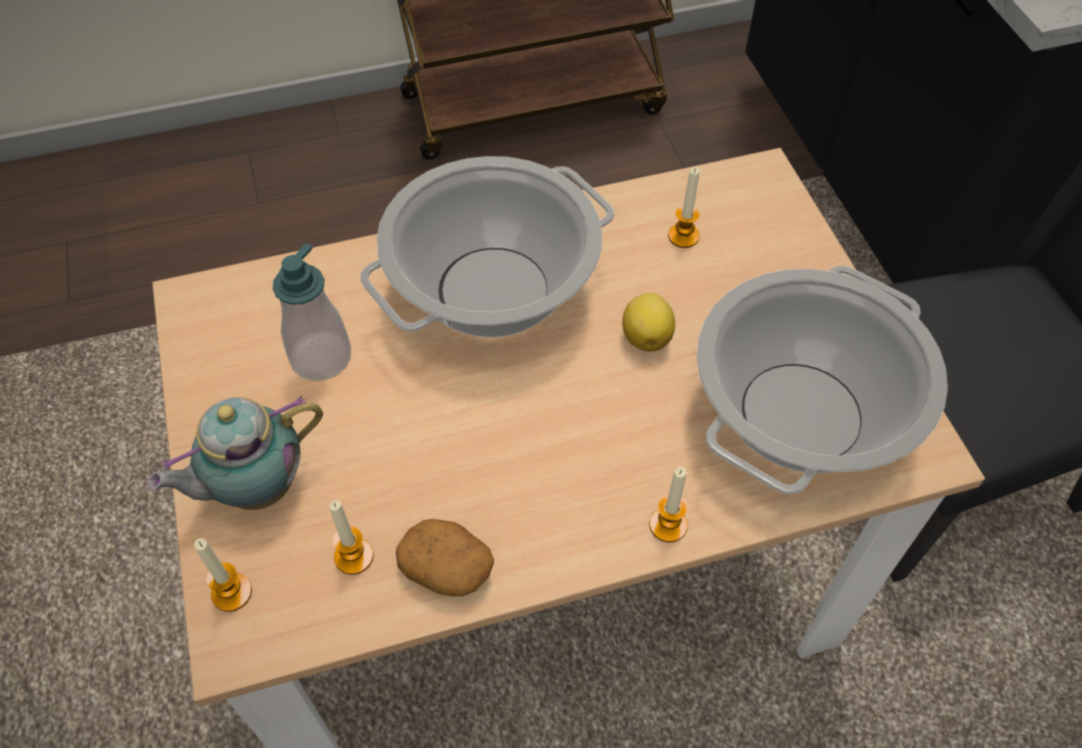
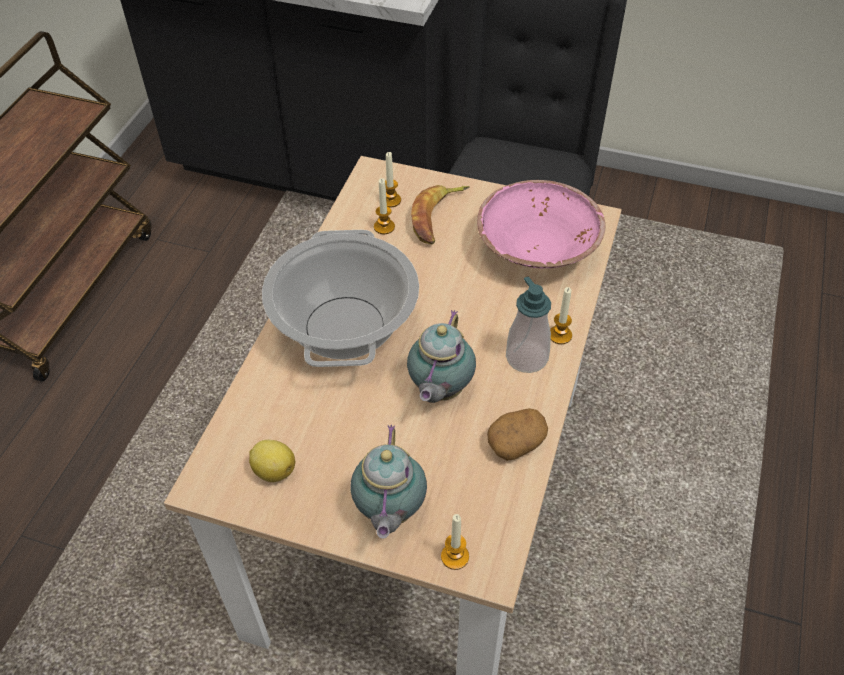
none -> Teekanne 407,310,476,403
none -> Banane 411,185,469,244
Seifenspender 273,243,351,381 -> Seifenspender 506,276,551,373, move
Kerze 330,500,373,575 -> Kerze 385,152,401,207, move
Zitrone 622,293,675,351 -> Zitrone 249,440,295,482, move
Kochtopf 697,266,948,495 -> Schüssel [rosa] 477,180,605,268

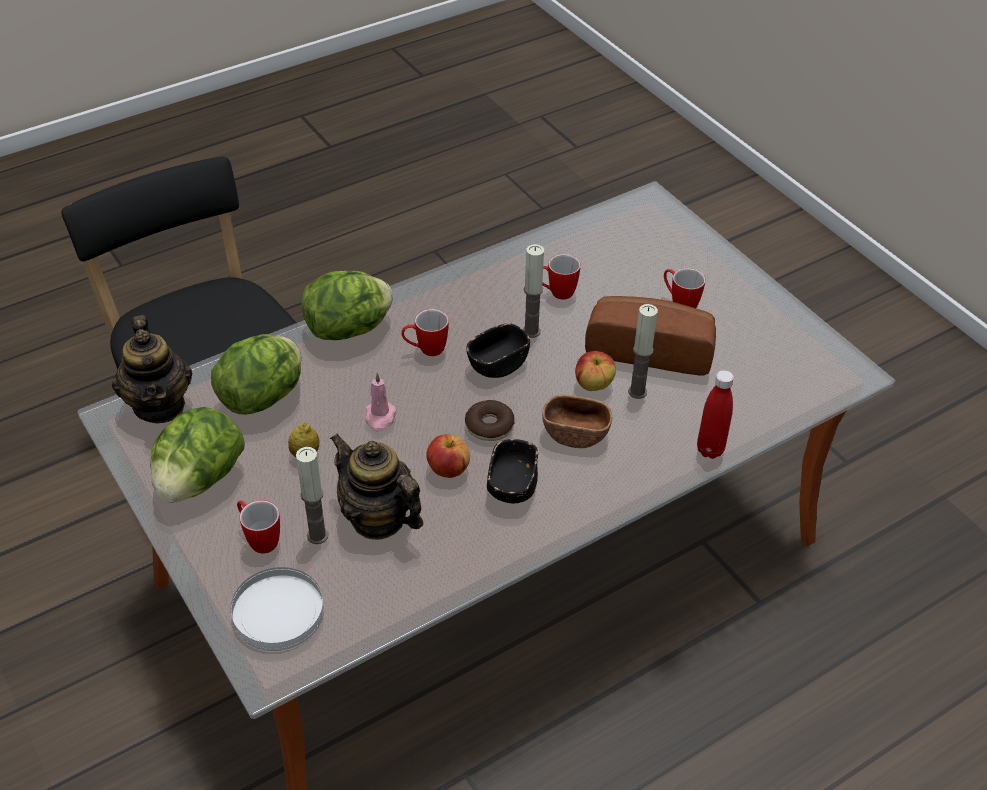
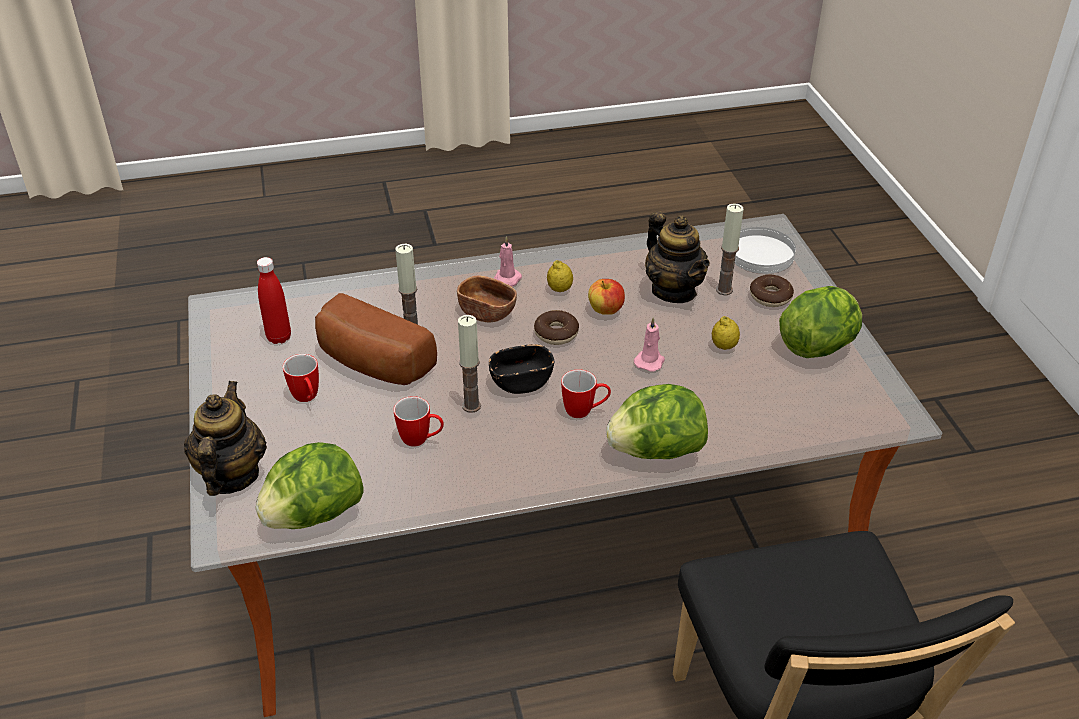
Apfel 575,351,616,391 -> none
none -> Kerze [rosa] 494,236,522,287
Teekanne 112,315,192,423 -> Teekanne 184,381,267,496, move
Salatkopf 211,334,301,415 -> Salatkopf 256,442,363,529, move
Flasche [rot] 697,370,734,459 -> Flasche [rot] 257,257,291,344, move
Henkelbecher 237,500,280,554 -> Donut 750,275,794,307
Schüssel [schwarz] 487,439,538,503 -> Zitrone 547,260,573,292

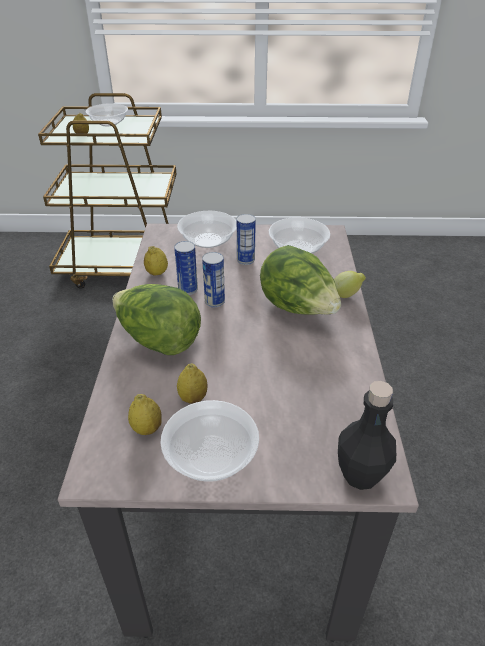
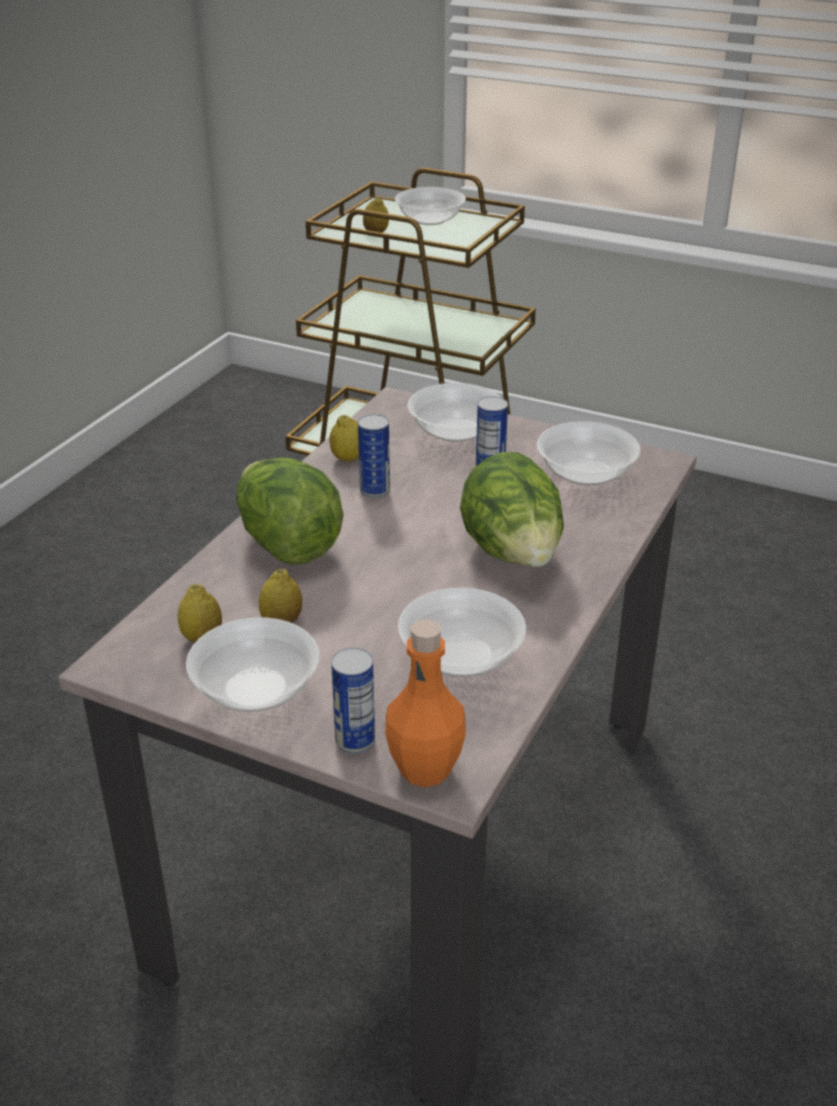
Zitrone 334,271,366,298 -> none
none -> Schüssel 398,588,526,677
Dose 202,252,225,308 -> Dose 331,648,375,754, move
Flasche [schwarz] 338,381,396,490 -> Flasche [orange] 385,619,466,787

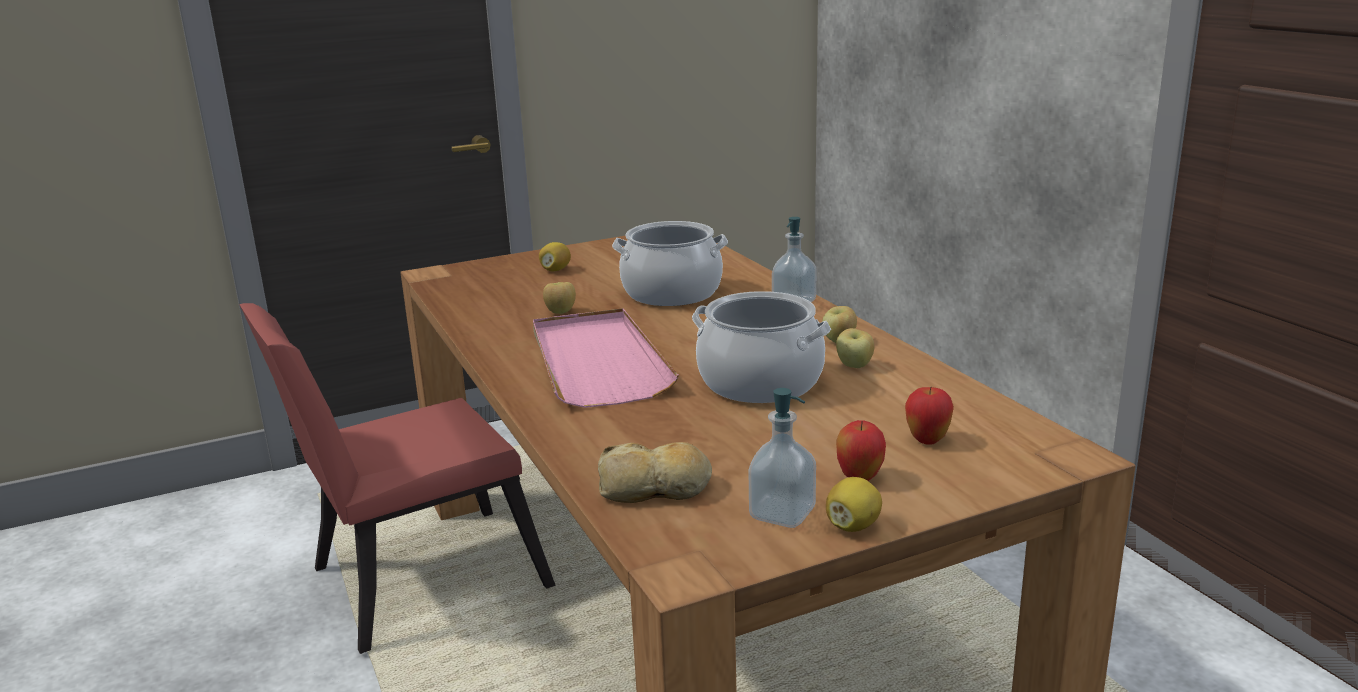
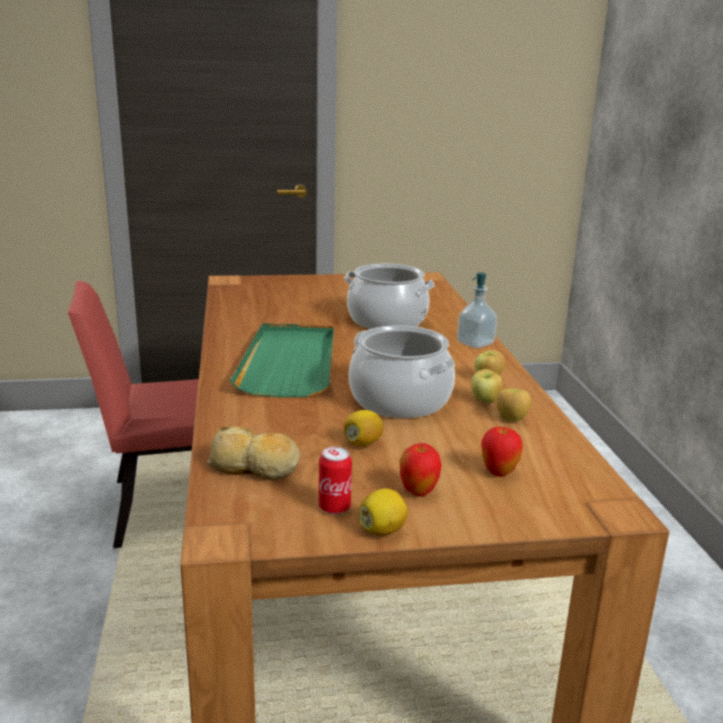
Zitrone 539,242,571,271 -> Zitrone 344,410,384,446, move
Apfel 543,282,576,314 -> Apfel 497,389,531,422, move
Seifenspender 748,388,816,528 -> Dose 319,447,352,514
Tablett [rosa] 533,308,679,408 -> Tablett [grün] 230,323,334,397

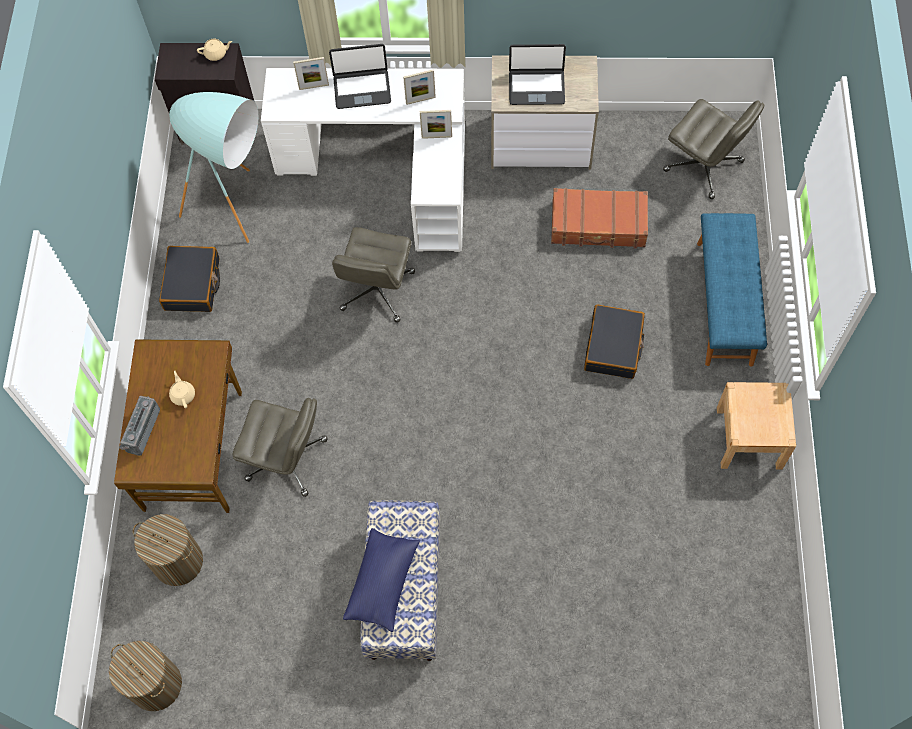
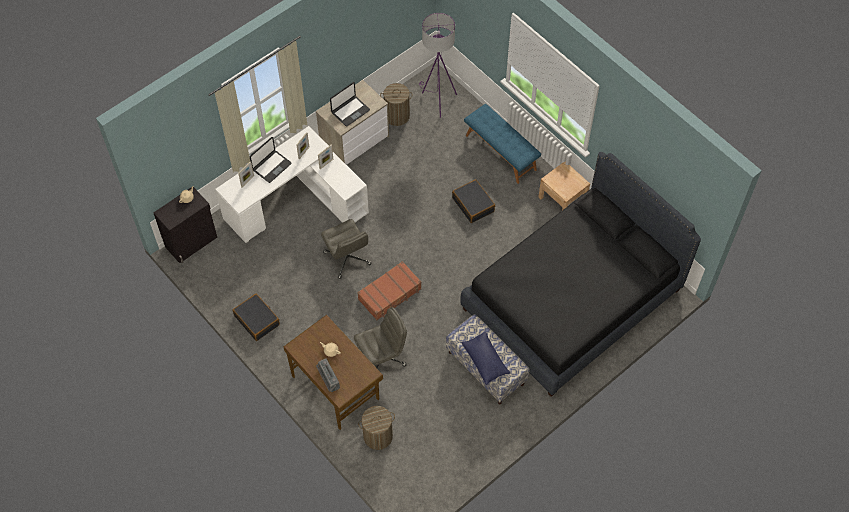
Stehlampe [türkis] 169,92,258,243 -> none
none -> Bett [schwarz] 460,152,701,397
Wäschekorb 109,641,182,711 -> Wäschekorb 380,83,413,126, move
Koffer [braun] 551,188,648,249 -> Koffer [braun] 357,261,422,320, move
Bürostuhl [grau] 663,99,764,199 -> Stehlampe [lila] 419,13,457,118

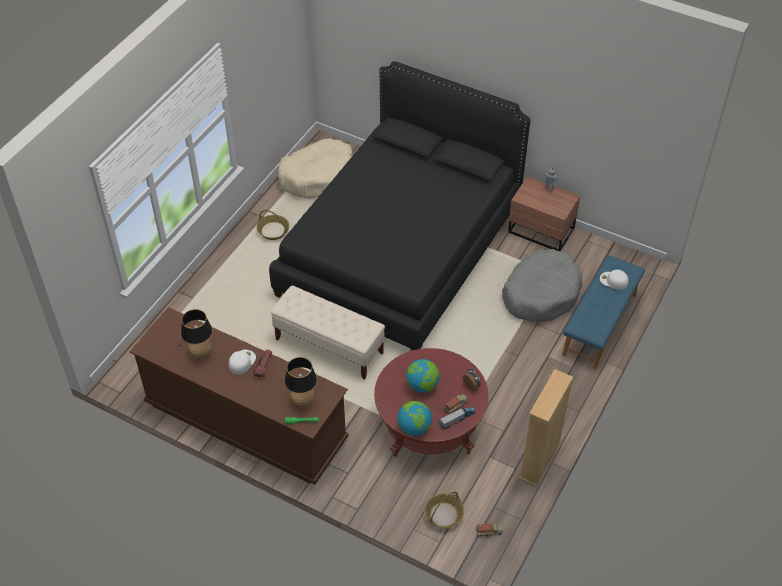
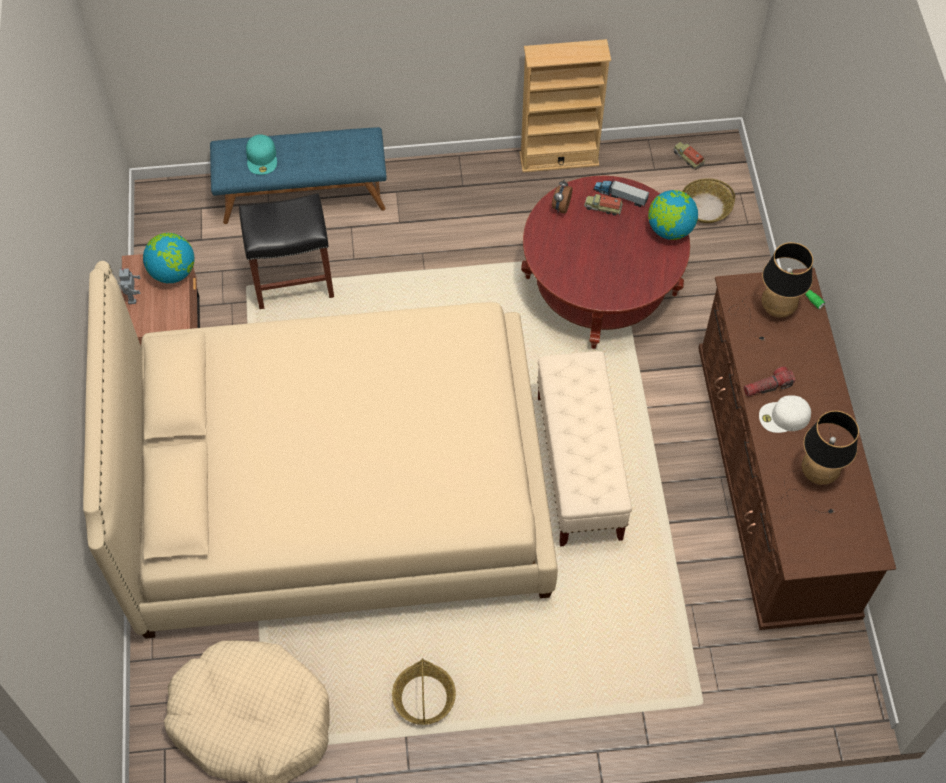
Globus 406,359,440,393 -> Globus 143,233,194,283, move
Hundebett [grau] 502,249,583,322 -> Hocker [schwarz] 239,193,334,309
Bett [schwarz] 269,61,531,351 -> Bett [beige] 83,261,558,639
Kappe [weiß] 600,270,629,290 -> Kappe [türkis] 246,134,277,175

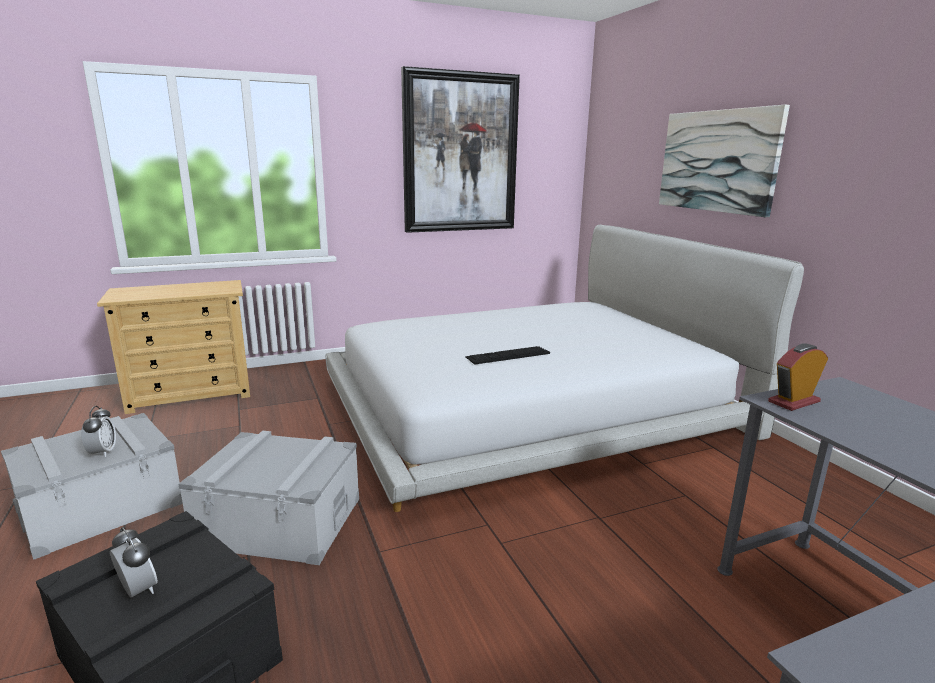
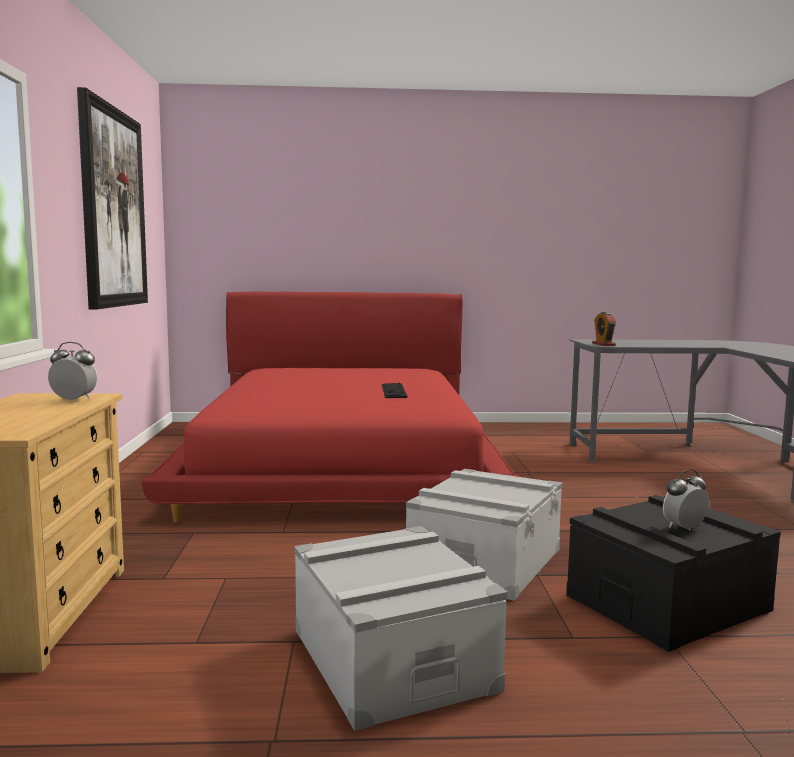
Bild 659,105,790,217 -> none
Wecker 81,406,116,457 -> Wecker 48,342,98,401, move
Bett [weiß] 325,225,804,512 -> Bett [rot] 142,292,520,523

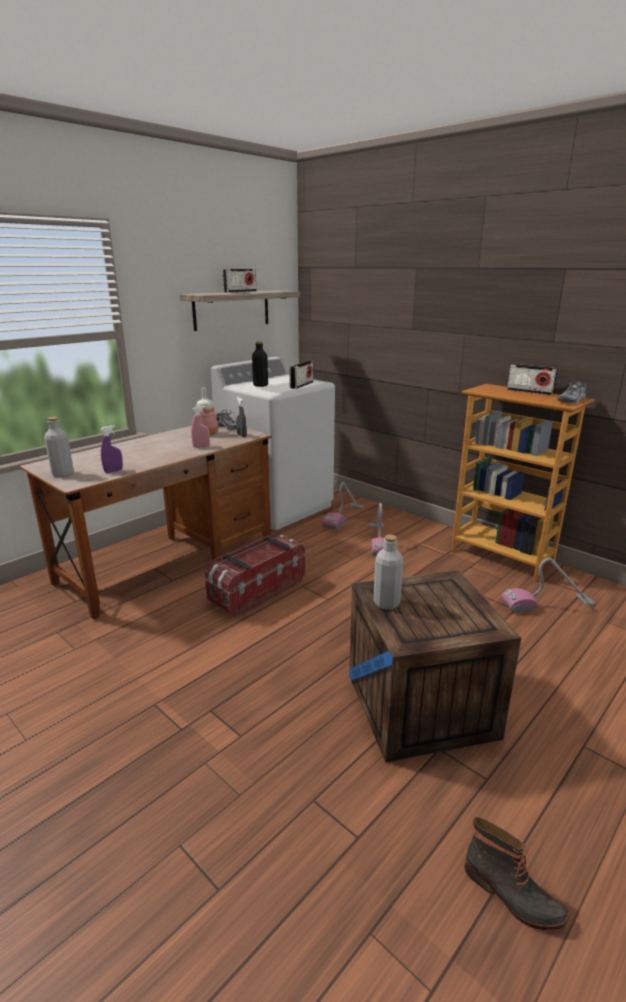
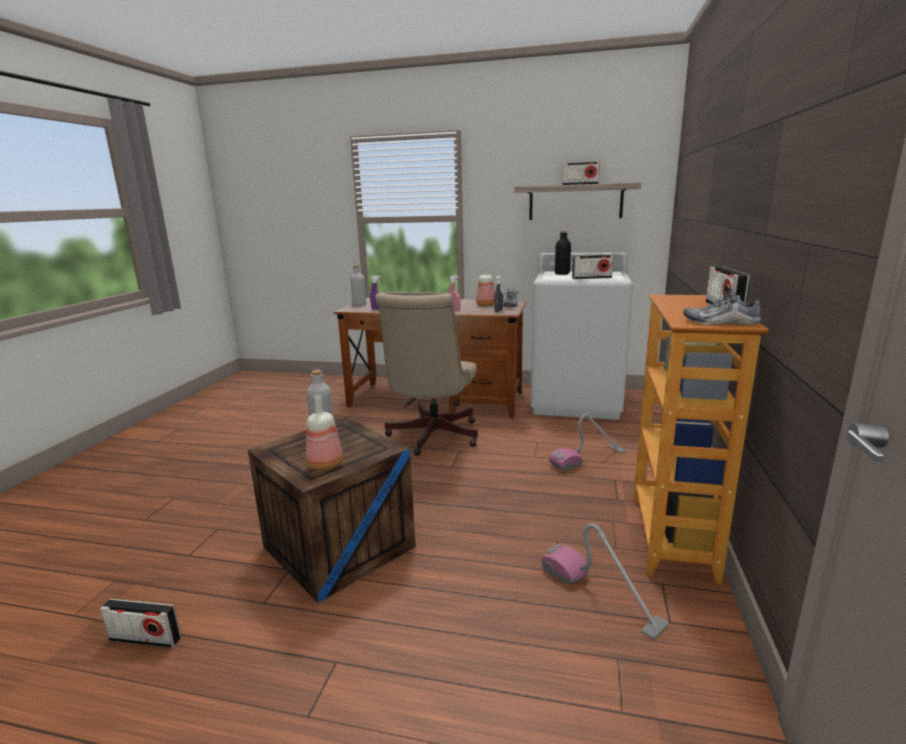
Staubsauger 322,482,364,530 -> none
none -> Flasche 306,395,343,470
Aufbewahrungsbox 205,535,305,618 -> Bürostuhl [beige] 375,293,478,456
Stiefel 464,817,570,930 -> Radio 100,599,181,648

